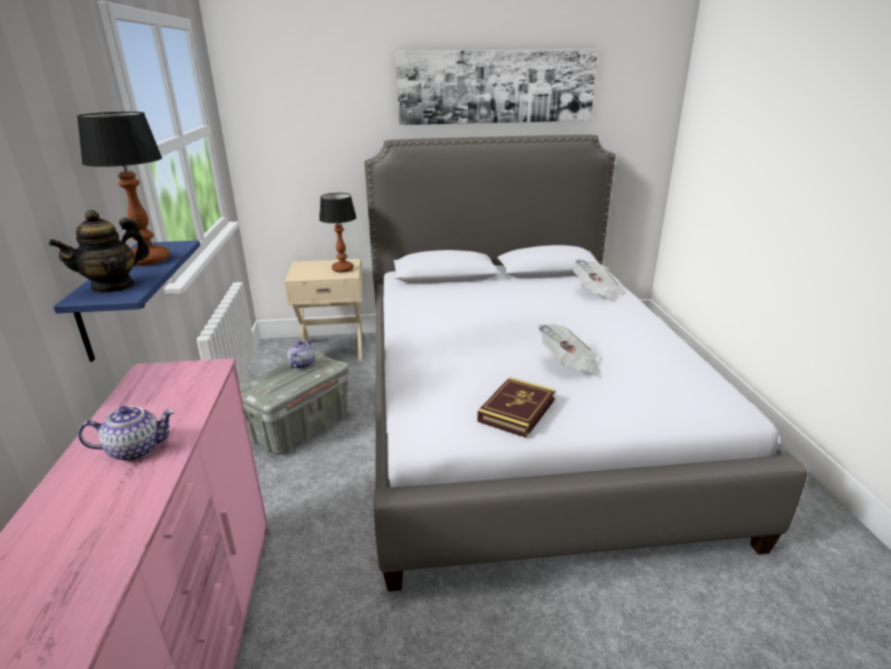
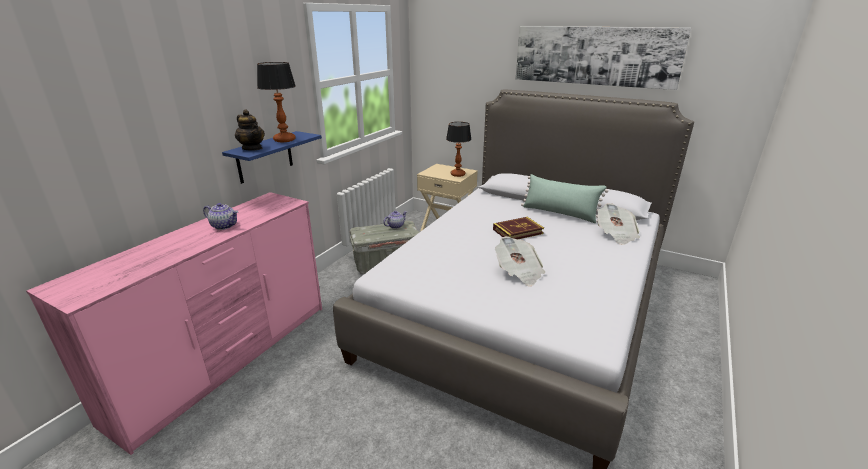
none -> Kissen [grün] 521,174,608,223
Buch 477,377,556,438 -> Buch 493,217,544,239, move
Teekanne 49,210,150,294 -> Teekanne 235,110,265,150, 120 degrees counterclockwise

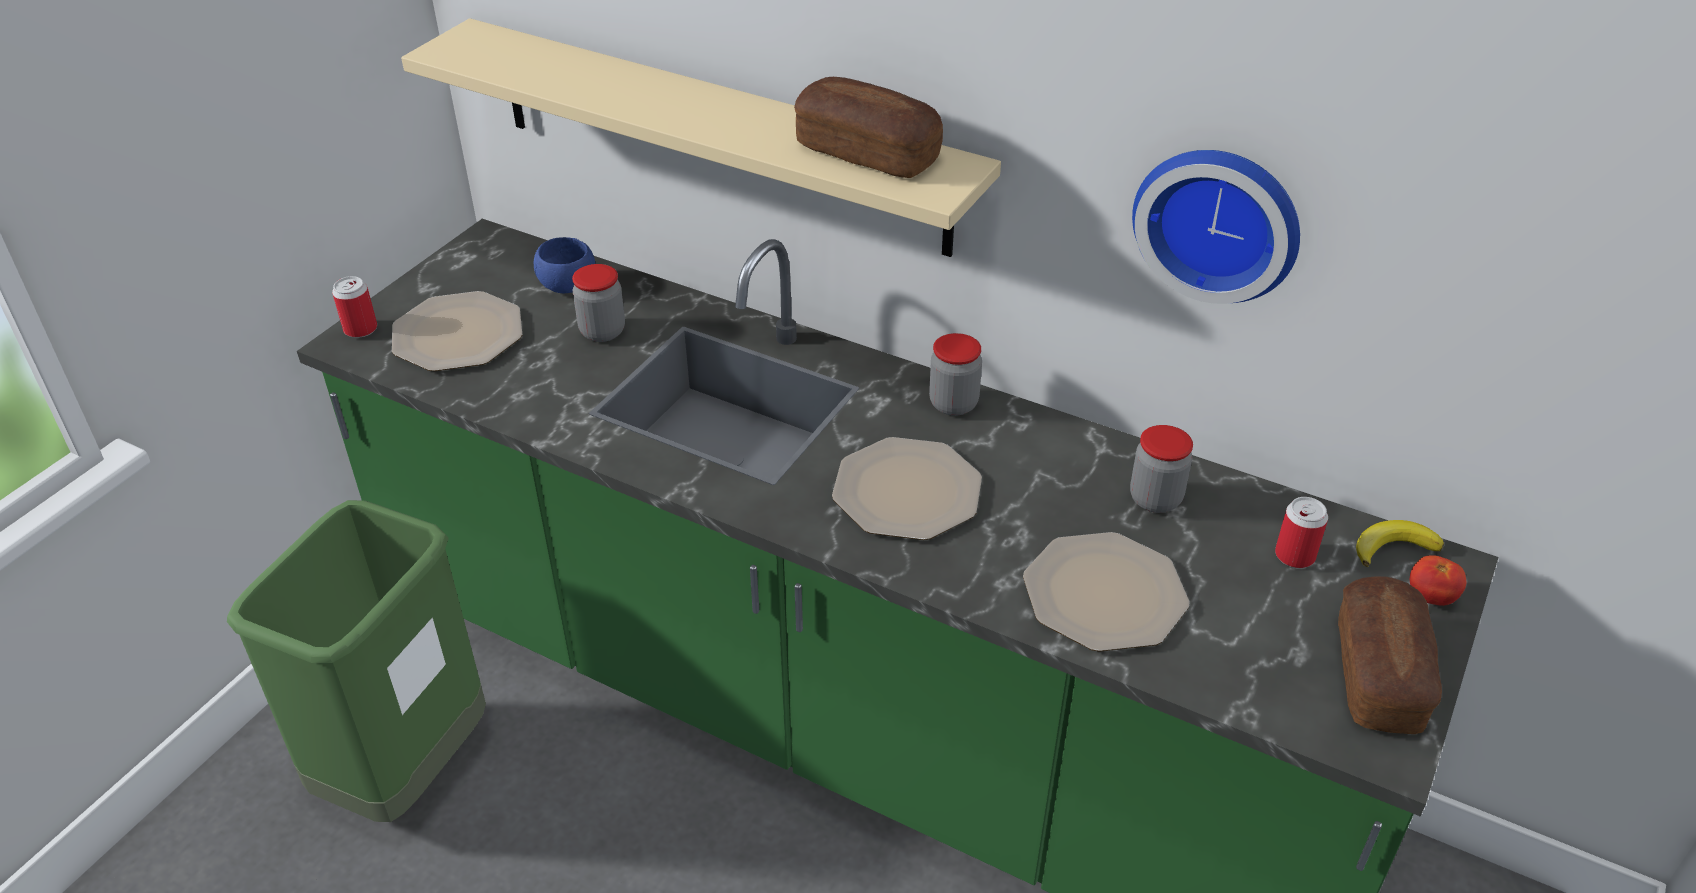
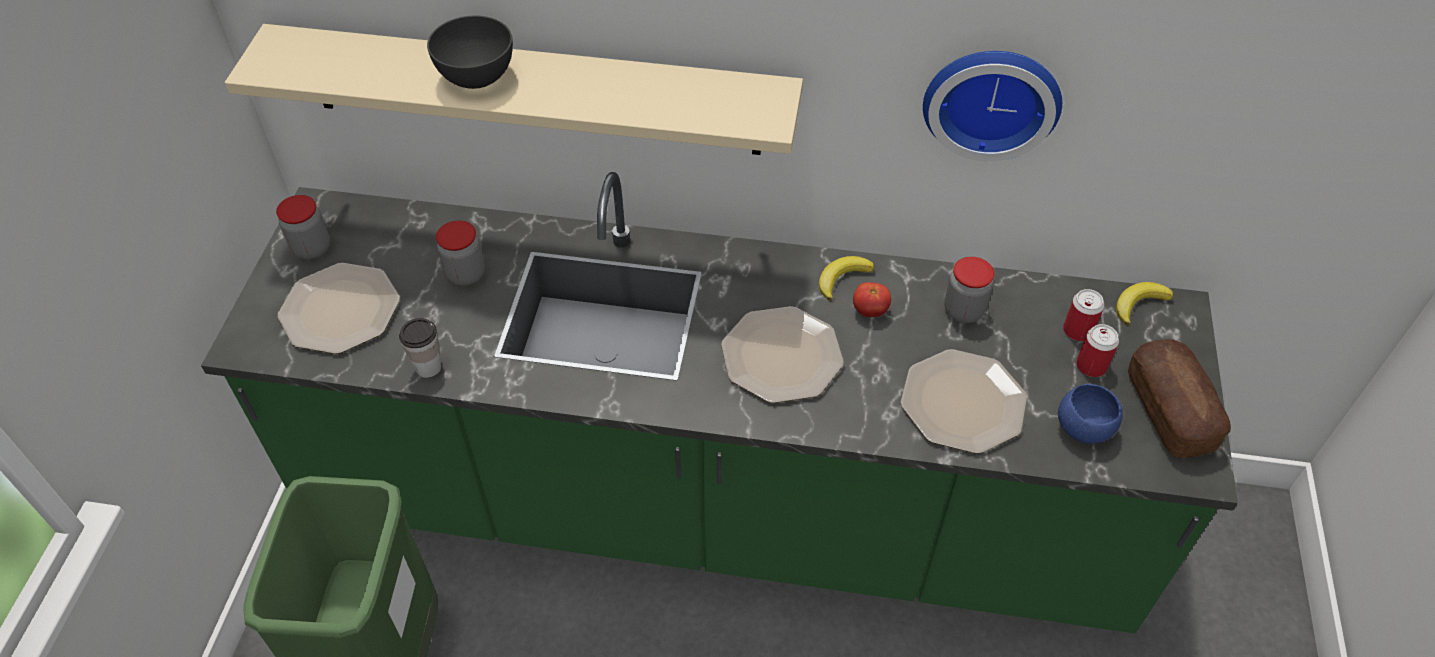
Brot 794,77,943,178 -> none
none -> Tasse 399,318,441,378
none -> Schüssel [grau] 427,15,513,89
none -> Banane 819,256,874,301
Dose 332,276,377,338 -> Dose 1076,324,1119,377, move
Schüssel [blau] 534,237,595,293 -> Schüssel [blau] 1058,383,1123,444, move
Vorratsglas 929,333,982,416 -> Vorratsglas 276,195,330,260, move
Tomate 1410,555,1466,606 -> Tomate 853,282,891,317, move

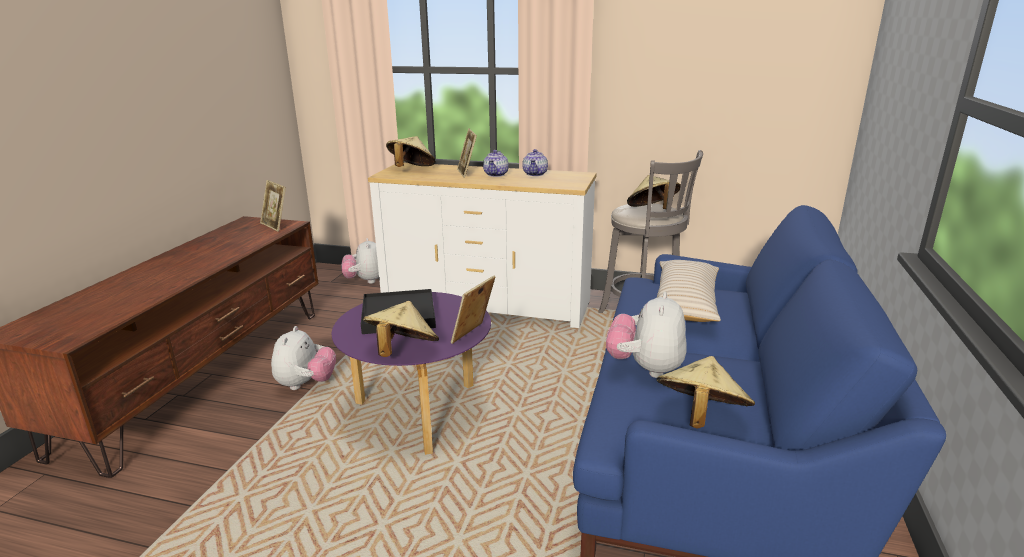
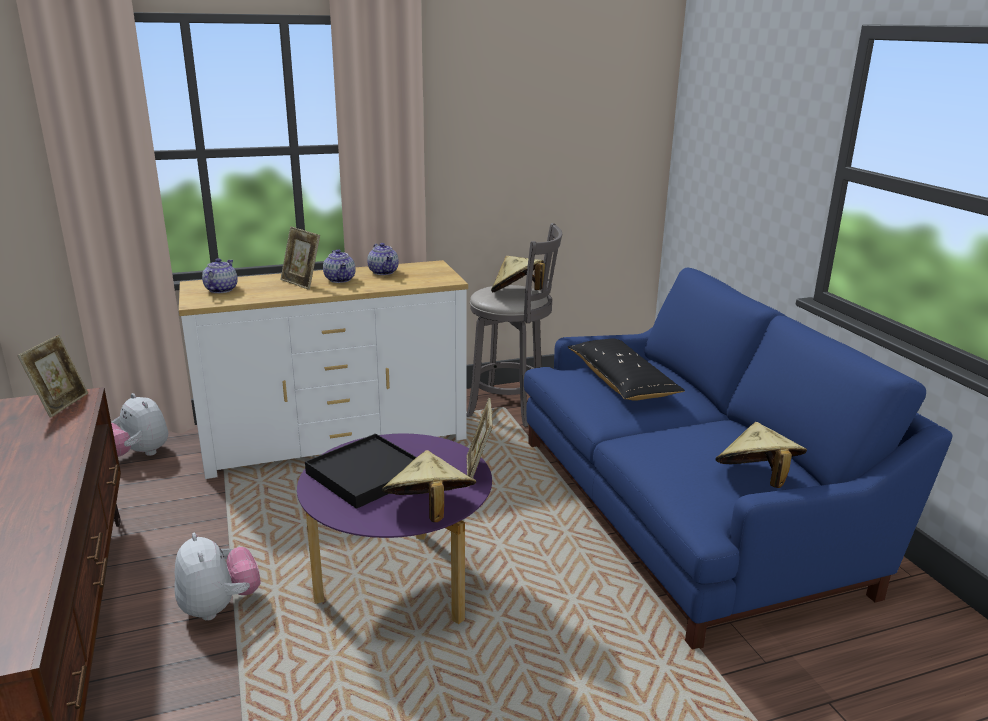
Plüschtier 606,292,687,378 -> none
Hut [beige] 386,136,435,167 -> Teekanne 202,258,238,293
Kissen [beige] 657,260,721,322 -> Kissen [schwarz] 568,338,685,401
Bilderrahmen 260,180,286,231 -> Bilderrahmen 17,335,88,418, 90 degrees counterclockwise

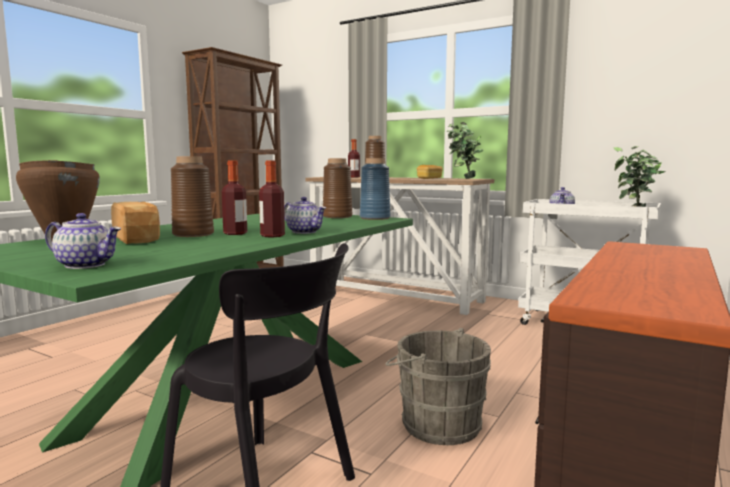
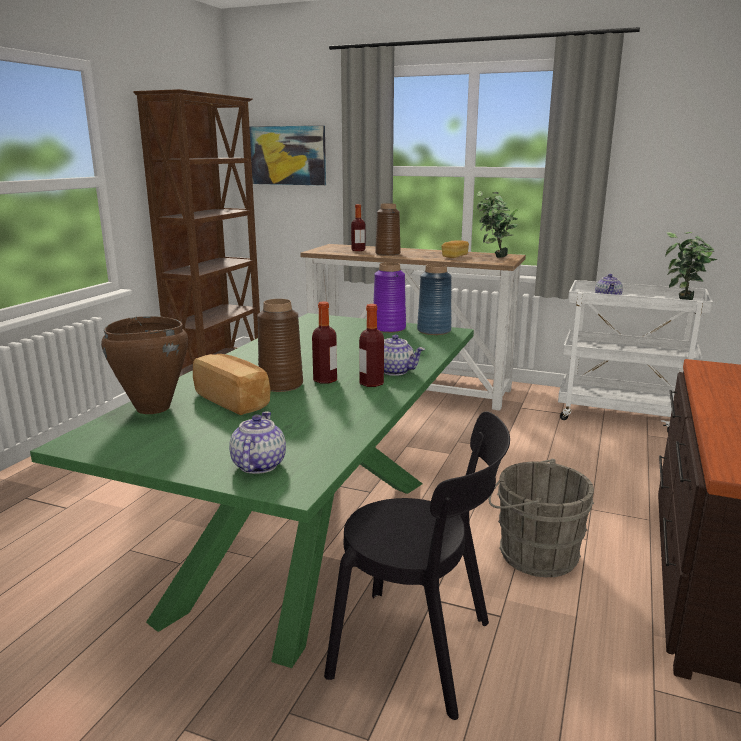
none -> Bild 249,126,326,186
Vase [braun] 323,158,352,218 -> Vase [lila] 373,262,406,333
Teekanne 45,213,121,269 -> Teekanne 229,411,286,474, 90 degrees counterclockwise

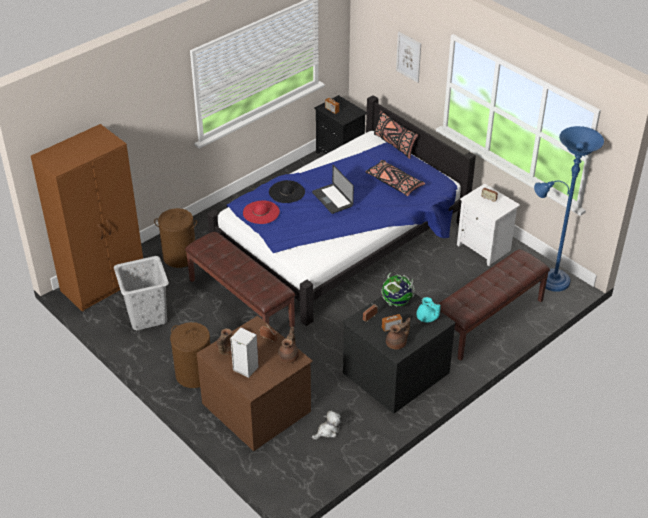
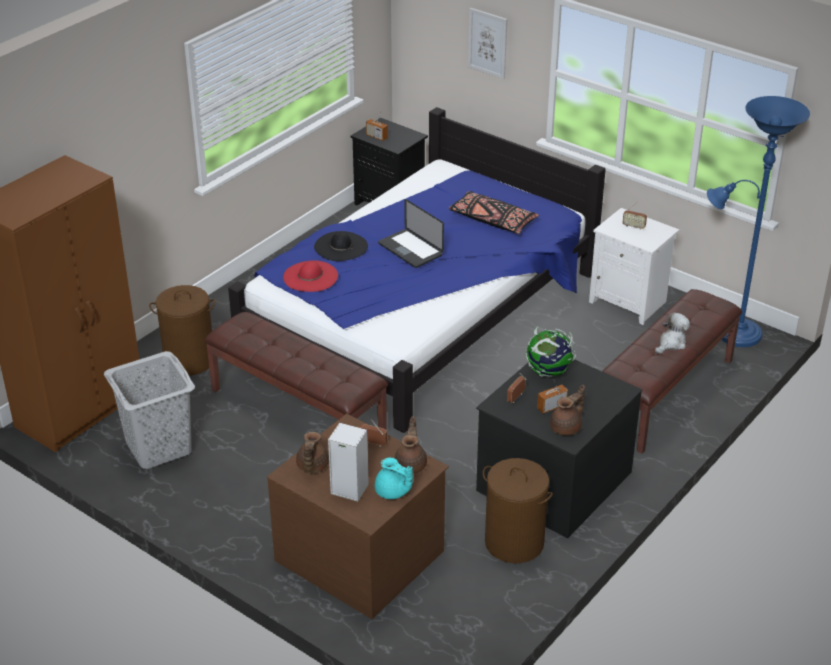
Kissen [schwarz] 374,111,418,159 -> none
Wäschekorb [braun] 170,322,210,388 -> Wäschekorb [braun] 483,458,553,563, move
Plüschtier 312,410,341,440 -> Plüschtier 655,312,690,354, move
Teekanne [türkis] 417,297,441,323 -> Teekanne [türkis] 375,458,413,499, move

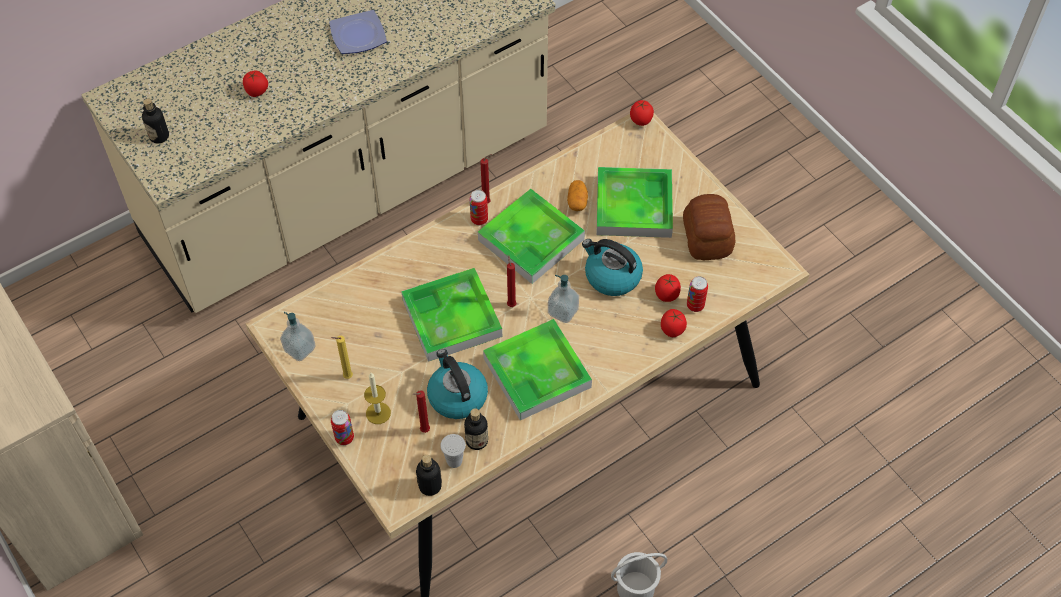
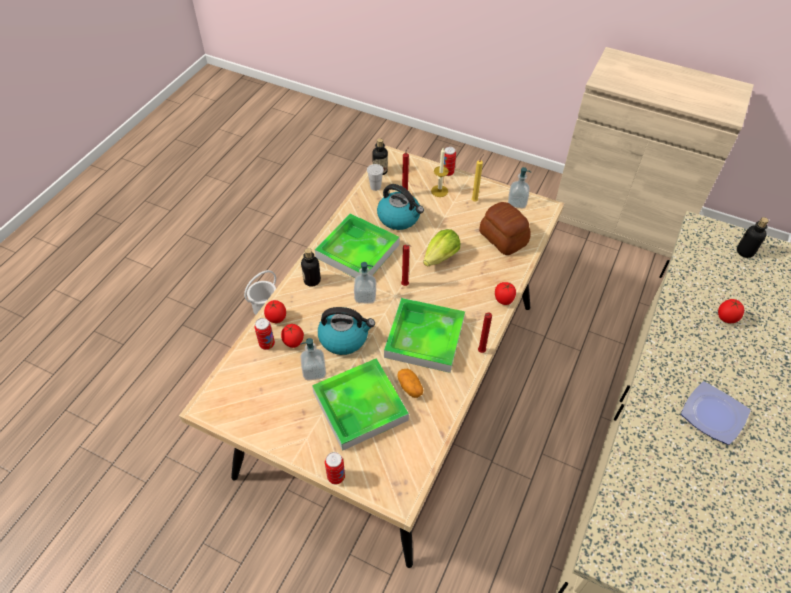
none -> Seifenspender 300,338,326,381
Flasche 464,408,488,450 -> Flasche 301,248,321,287, move
Dose 470,190,488,225 -> Dose 325,452,345,484, move
Tomate 630,100,654,126 -> Tomate 495,282,516,305, move
Brot 683,194,735,260 -> Brot 479,202,531,255, move
Tablett 401,268,502,362 -> Salatkopf 423,229,460,267

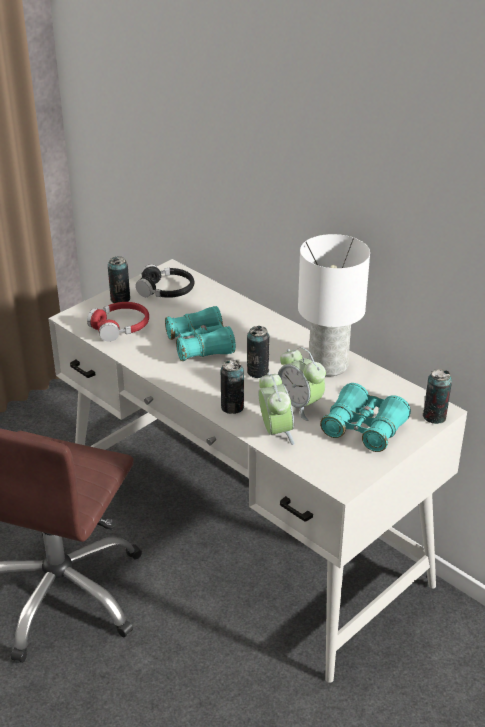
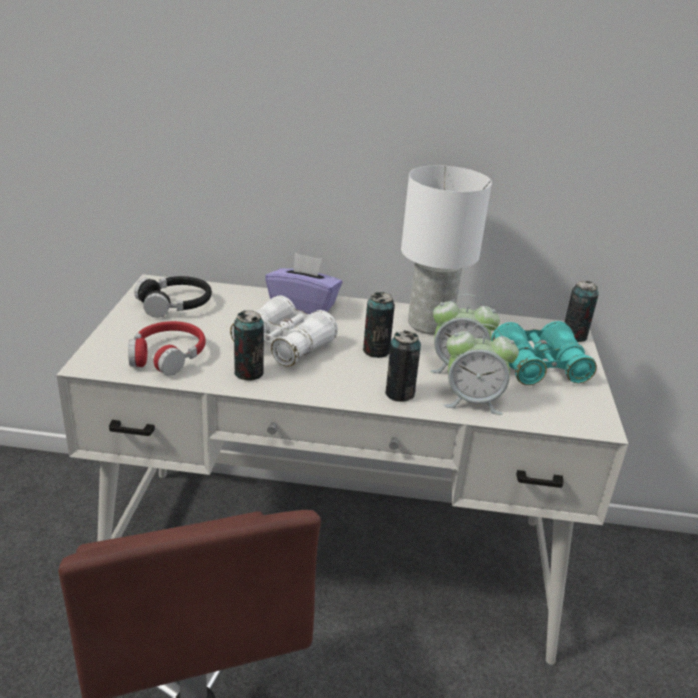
none -> Taschentuchbox [lila] 265,253,342,314
Dose 108,256,130,303 -> Dose 234,310,264,381, move
Fernglas [türkis] 165,306,236,361 -> Fernglas [weiß] 230,295,338,367
Wecker 259,372,295,445 -> Wecker 443,324,519,415, 150 degrees clockwise

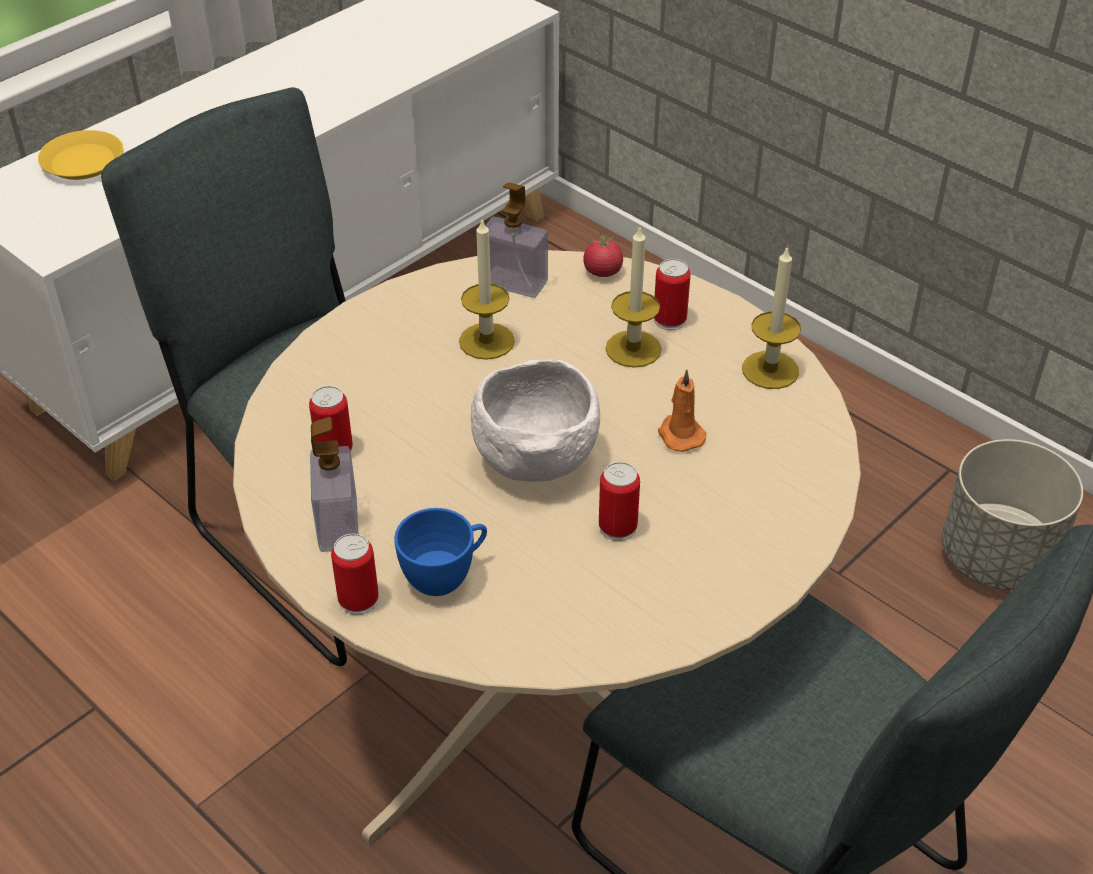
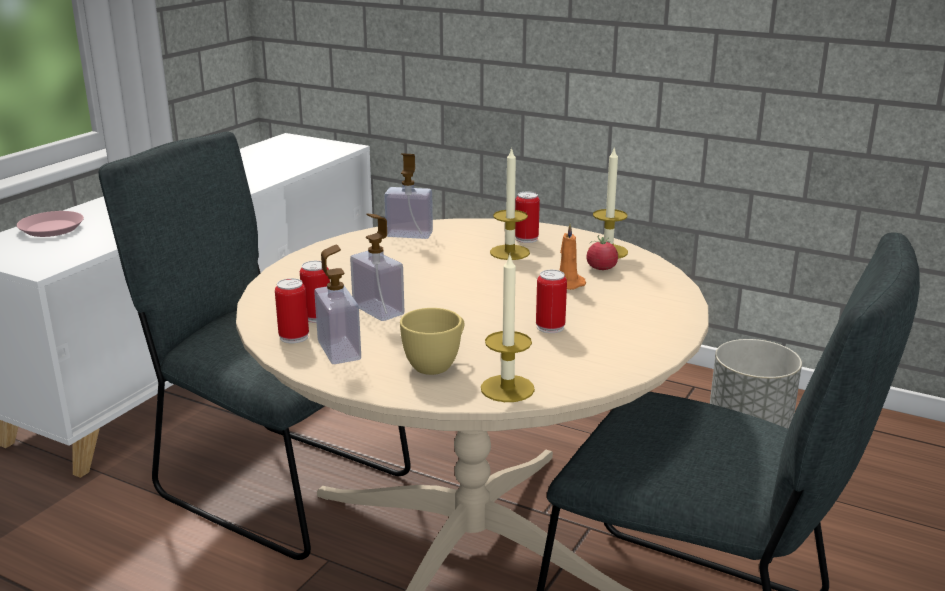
Schüssel [weiß] 471,359,600,482 -> none
none -> Seifenspender 350,214,404,321
Dose 331,534,379,615 -> Dose 275,278,309,343, move
Kerze 459,218,515,360 -> Kerze 481,254,535,402, move
Tomate 583,233,623,277 -> Tomate 586,235,618,270, move
Teller [gelb] 38,130,123,180 -> Teller [rosa] 17,211,84,237
Tasse [blau] 394,508,487,596 -> Tasse [gelb] 400,308,464,375

